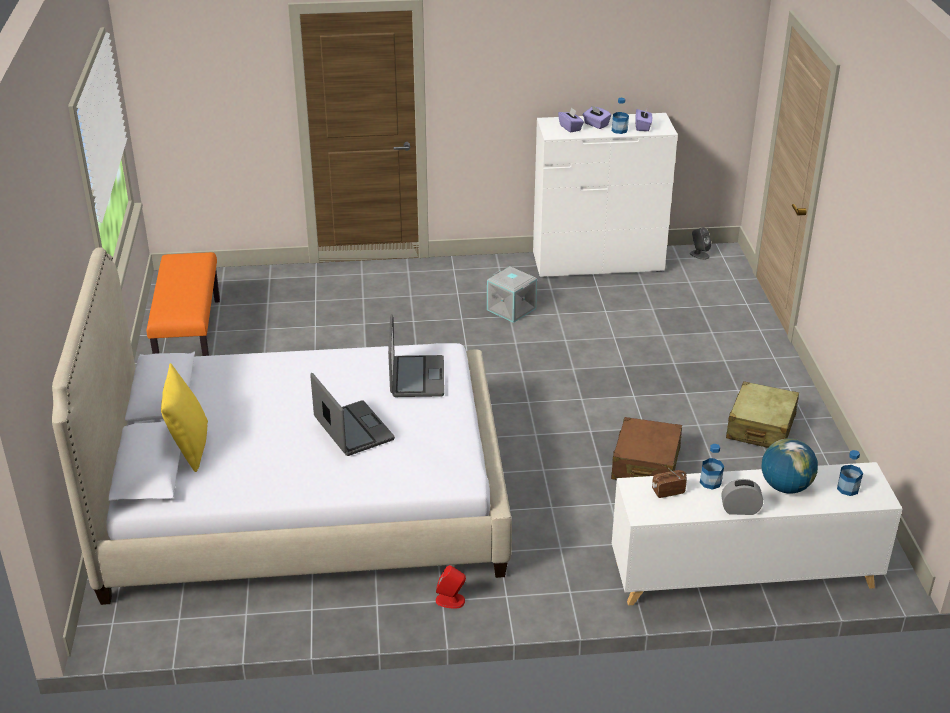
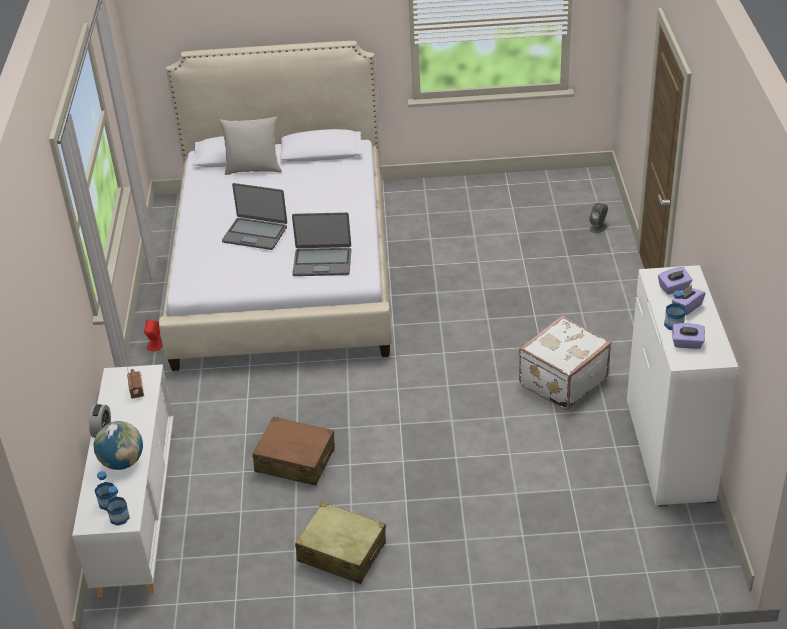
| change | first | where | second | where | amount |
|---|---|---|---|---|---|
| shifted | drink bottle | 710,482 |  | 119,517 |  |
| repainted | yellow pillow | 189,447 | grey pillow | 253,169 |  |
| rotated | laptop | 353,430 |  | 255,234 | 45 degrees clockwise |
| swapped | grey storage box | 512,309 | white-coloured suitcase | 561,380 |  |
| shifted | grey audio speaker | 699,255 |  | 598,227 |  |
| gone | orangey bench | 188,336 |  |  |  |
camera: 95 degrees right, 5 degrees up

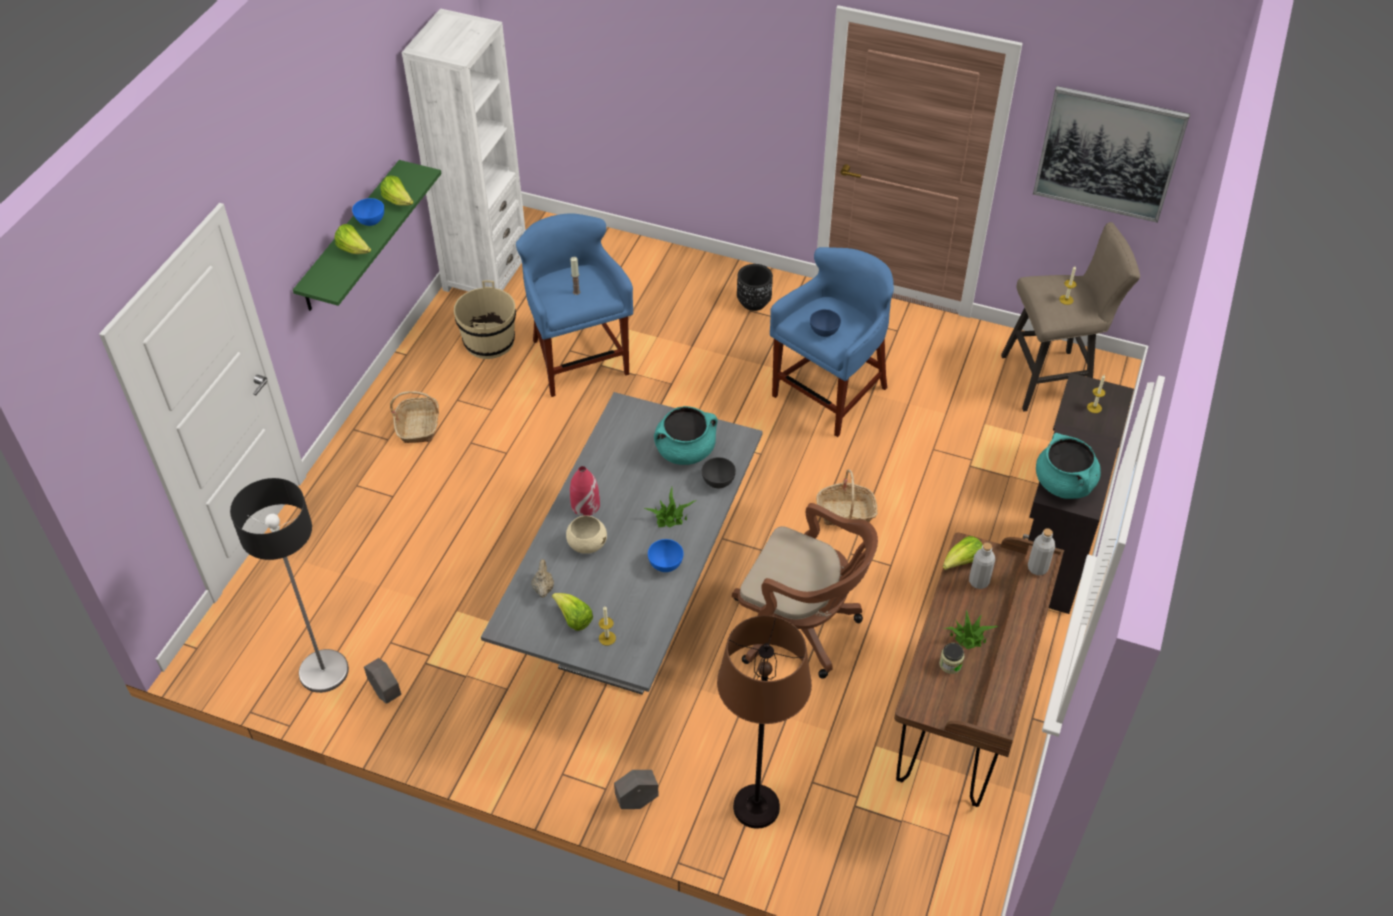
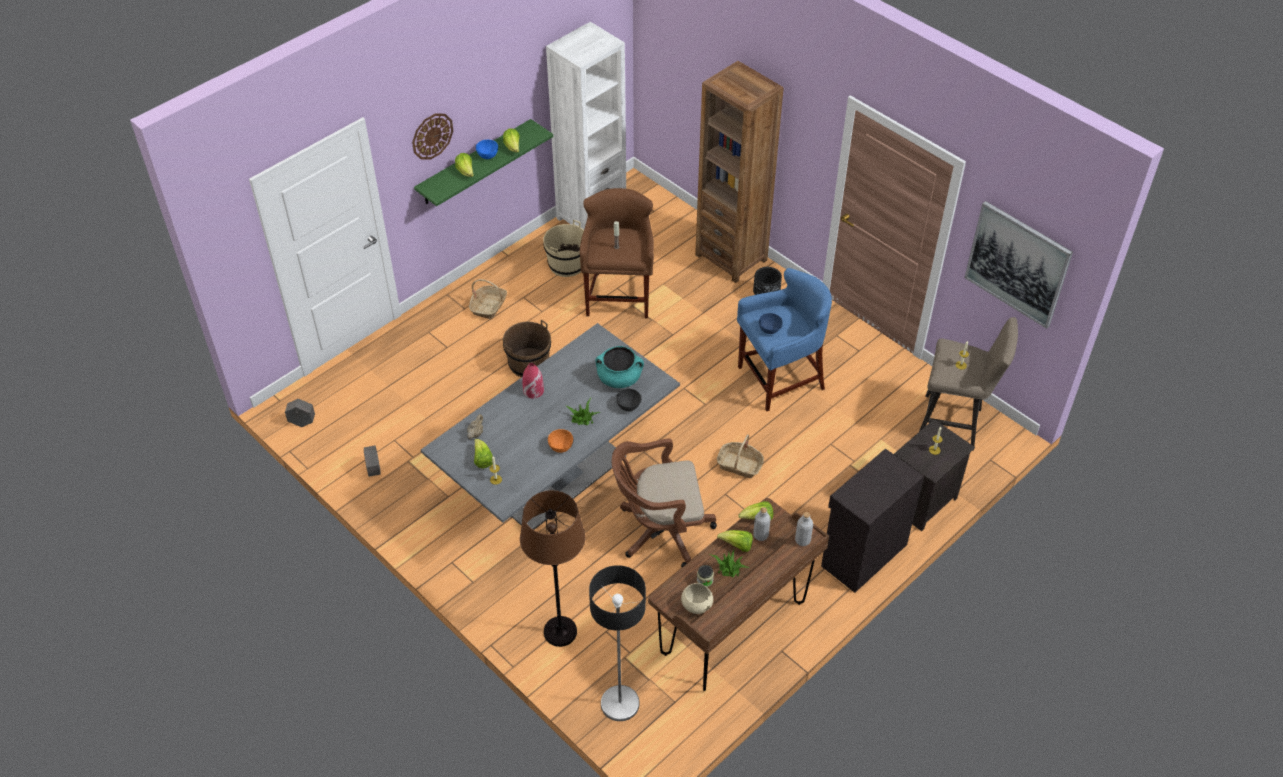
| change | first | where | second | where | amount |
|---|---|---|---|---|---|
| shifted | grey planter | 637,801 |  | 302,422 |  |
| new |  |  | wall clock | 432,136 |  |
| new |  |  | brown pail | 528,363 |  |
| repainted | bluish serving bowl | 666,565 | orangey serving bowl | 561,447 |  |
| repainted | bluish stool seat | 578,359 | brown stool seat | 619,296 |  |
| shifted | standing lamp | 323,672 |  | 619,703 |  |
| rotated | brown office chair | 801,629 |  | 659,531 | 120 degrees clockwise |
| shifted | sand-coloured serving bowl | 587,544 |  | 696,605 |  |
| new |  |  | brown bookshelf | 731,257 |  |
| new |  |  | head of lettuce | 737,546 |  |
| gone | turquoise-coloured cooking pot | 1064,484 |  |  |  |
camera: 25 degrees right, 0 degrees up

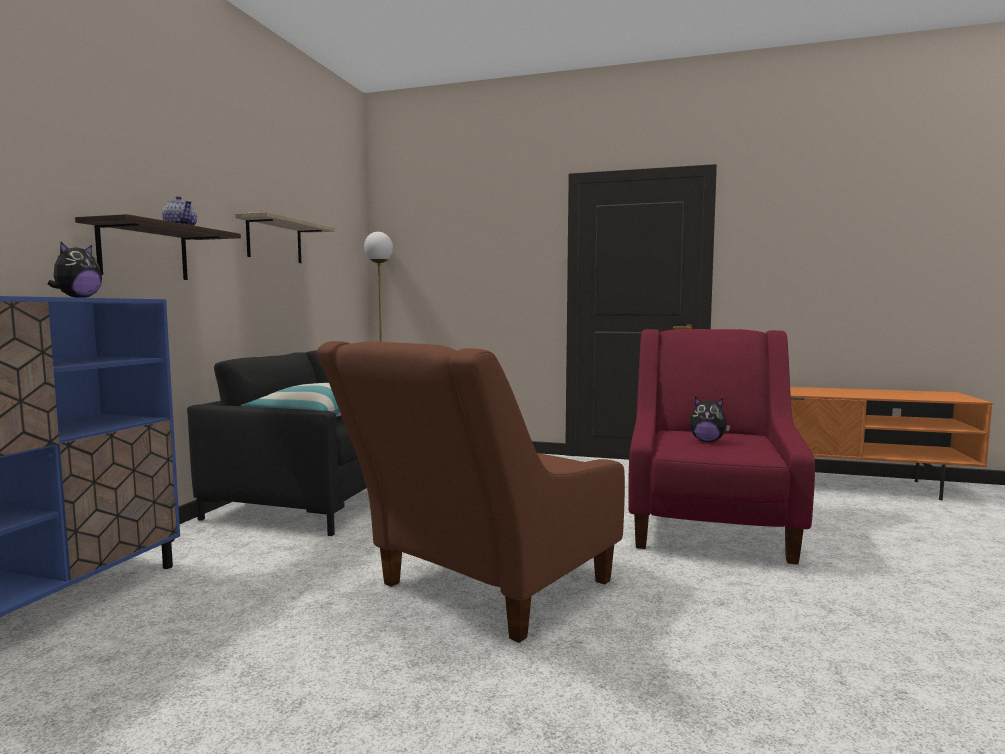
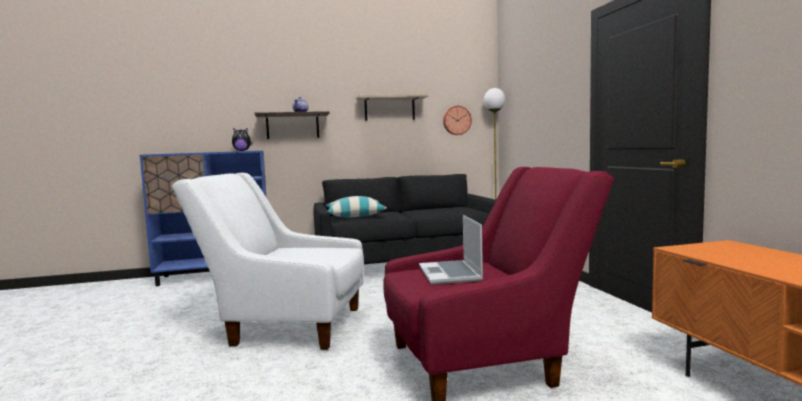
| change | first | where | second | where | amount |
|---|---|---|---|---|---|
| repainted | brown lounge chair | 482,590 | white-coloured lounge chair | 286,325 |  |
| swapped | soft toy | 707,441 | laptop | 450,274 |  |
| new |  |  | wall clock | 456,120 |  |
camera: 60 degrees right, 0 degrees up

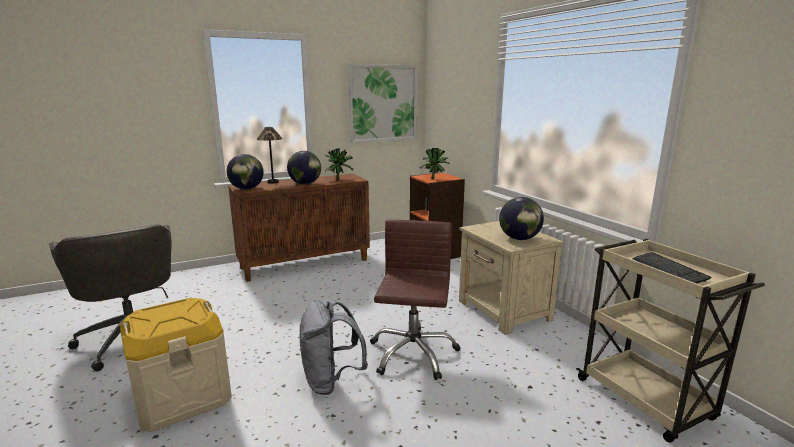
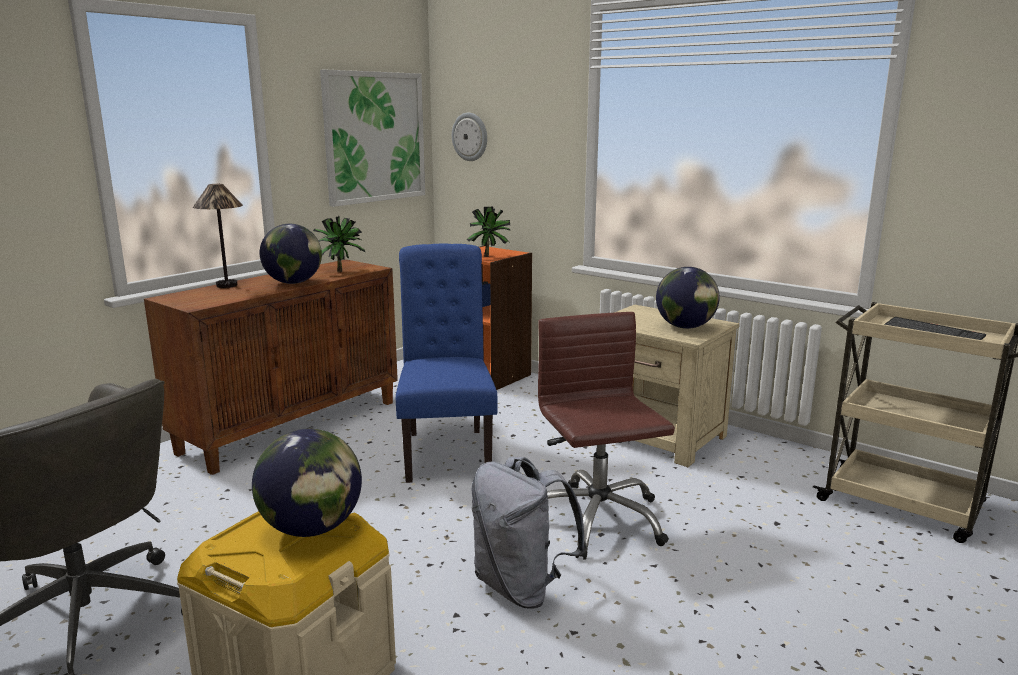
| change | first | where | second | where | amount |
|---|---|---|---|---|---|
| shifted | world globe | 246,189 |  | 312,529 |  |
| new |  |  | bluish upright chair | 446,450 |  |
| new |  |  | wall clock | 470,137 |  |
camera: 25 degrees left, 0 degrees up

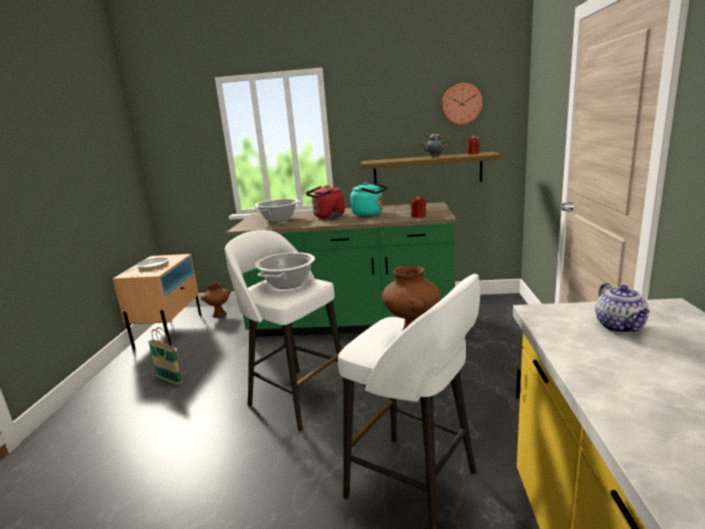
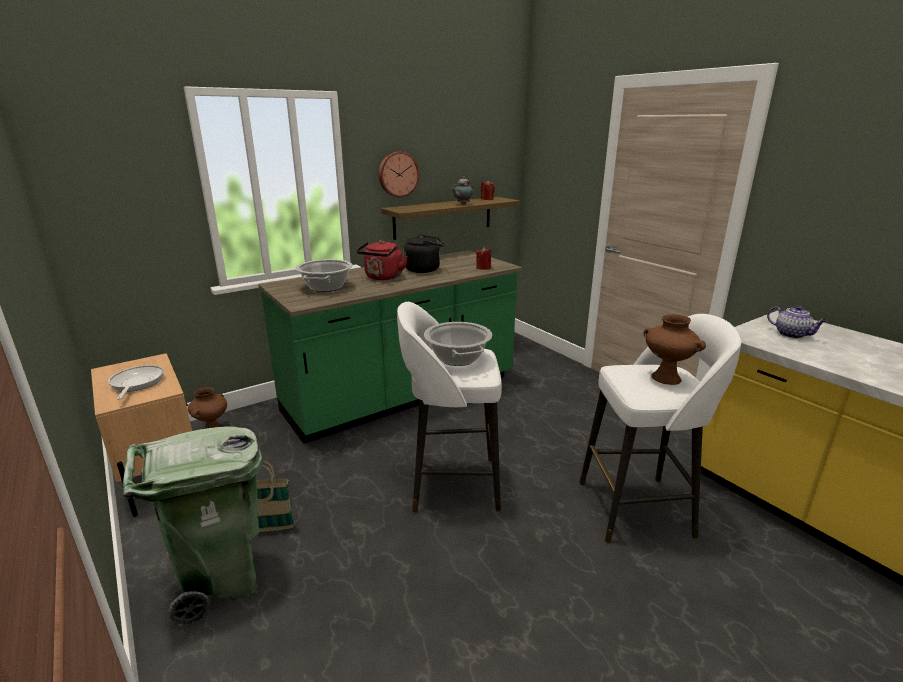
| change | first | where | second | where | amount |
|---|---|---|---|---|---|
| new |  |  | green trash can | 221,579 |  |
| shifted | wall clock | 461,104 |  | 398,174 |  |
| repainted | turquoise-coloured water kettle | 370,214 | blackish water kettle | 424,269 |  |
camera: 40 degrees left, 5 degrees up

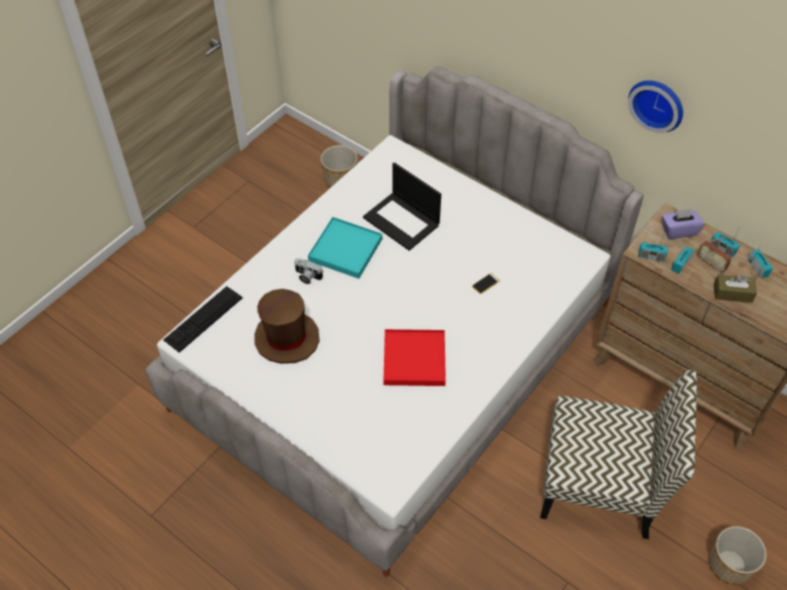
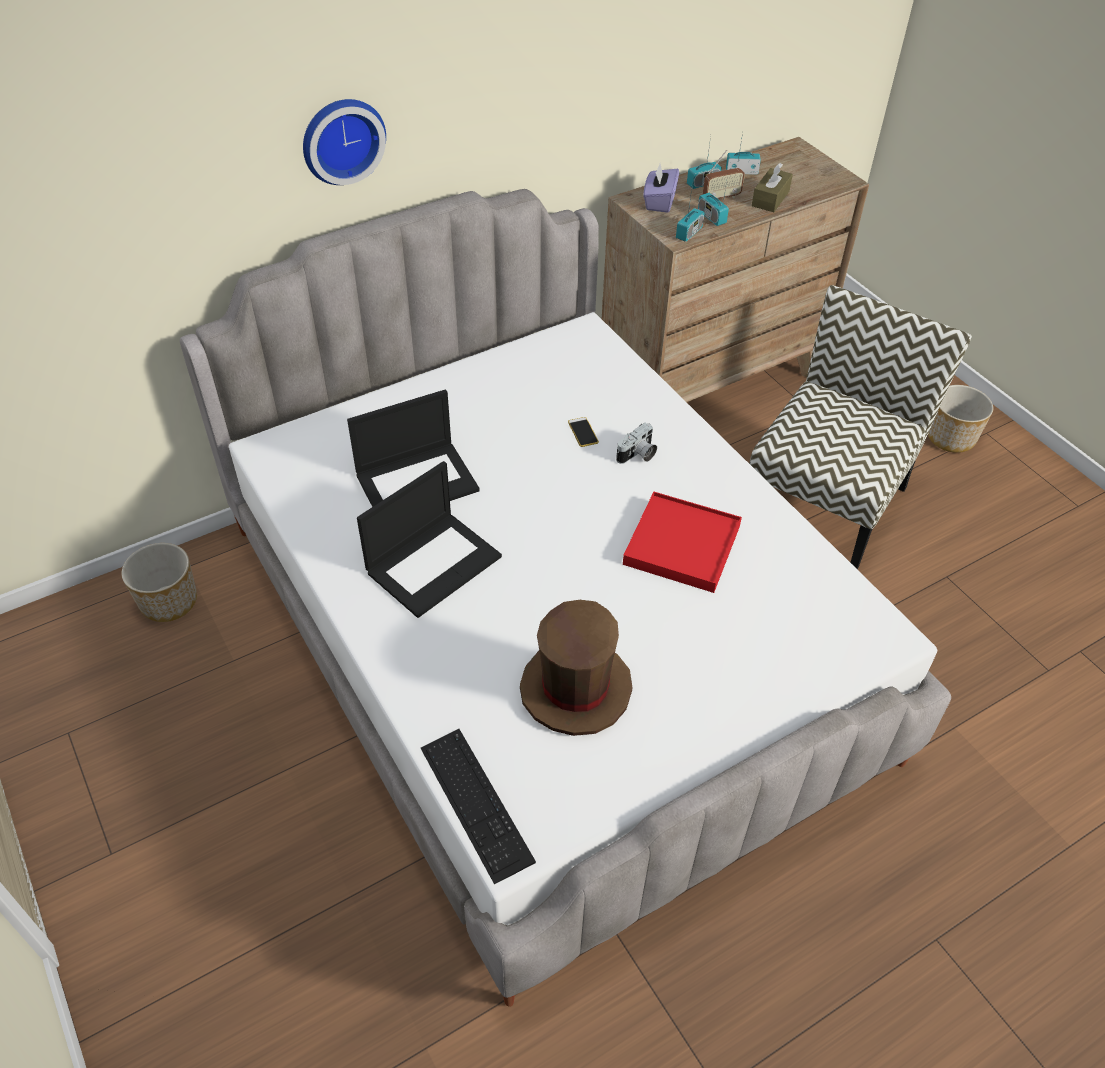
| change | first | where | second | where | amount |
|---|---|---|---|---|---|
| shifted | wall clock | 658,103 |  | 341,139 |  |
| swapped | turquoise-coloured carrying tray | 345,249 | laptop | 434,563 |  |
| shifted | photo camera | 307,276 |  | 637,455 |  |
camera: 70 degrees left, 5 degrees down

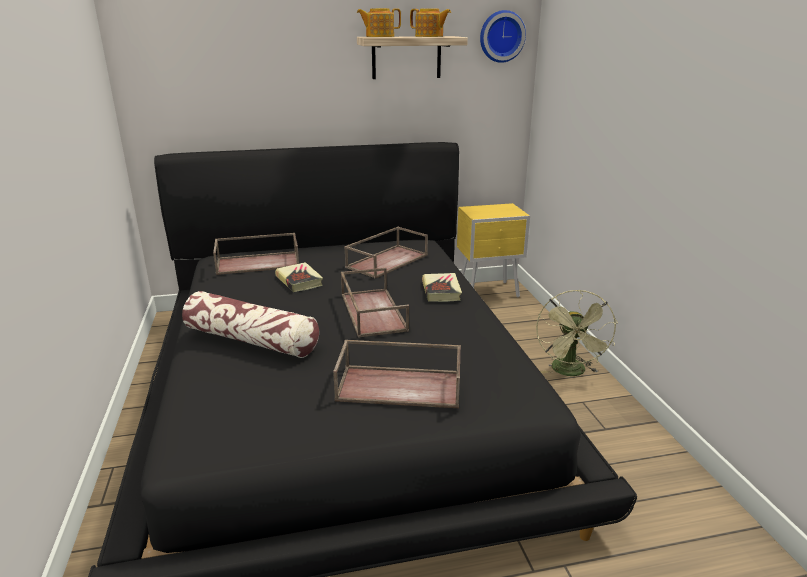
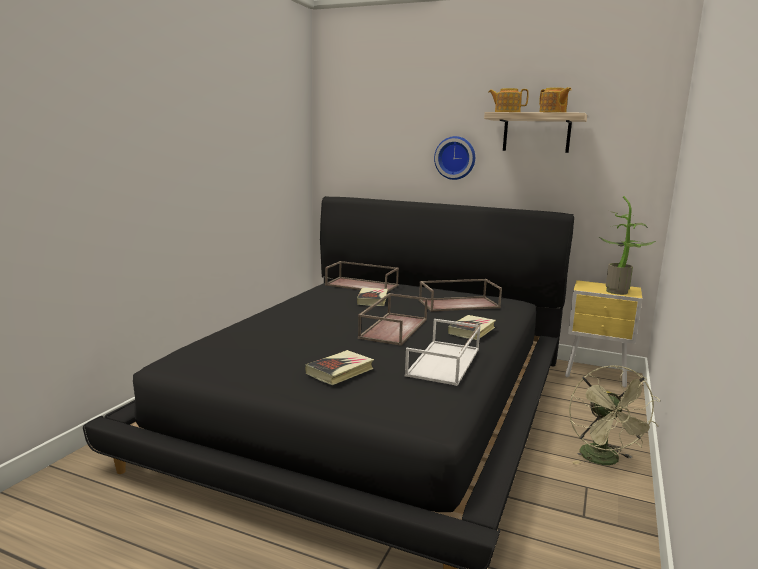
| change | first | where | second | where | amount |
|---|---|---|---|---|---|
| swapped | brown carrying tray | 400,386 | volume | 340,371 |  |
| new |  |  | white-coloured carrying tray | 445,362 |  |
| shifted | wall clock | 501,36 |  | 455,158 |  |
| rotated | green cooling fan | 570,372 |  | 604,461 | 45 degrees counterclockwise |
| new |  |  | plant in a pot | 619,291 |  |
| gone | pillow | 251,340 |  |  |  |
camera: 35 degrees right, 10 degrees down

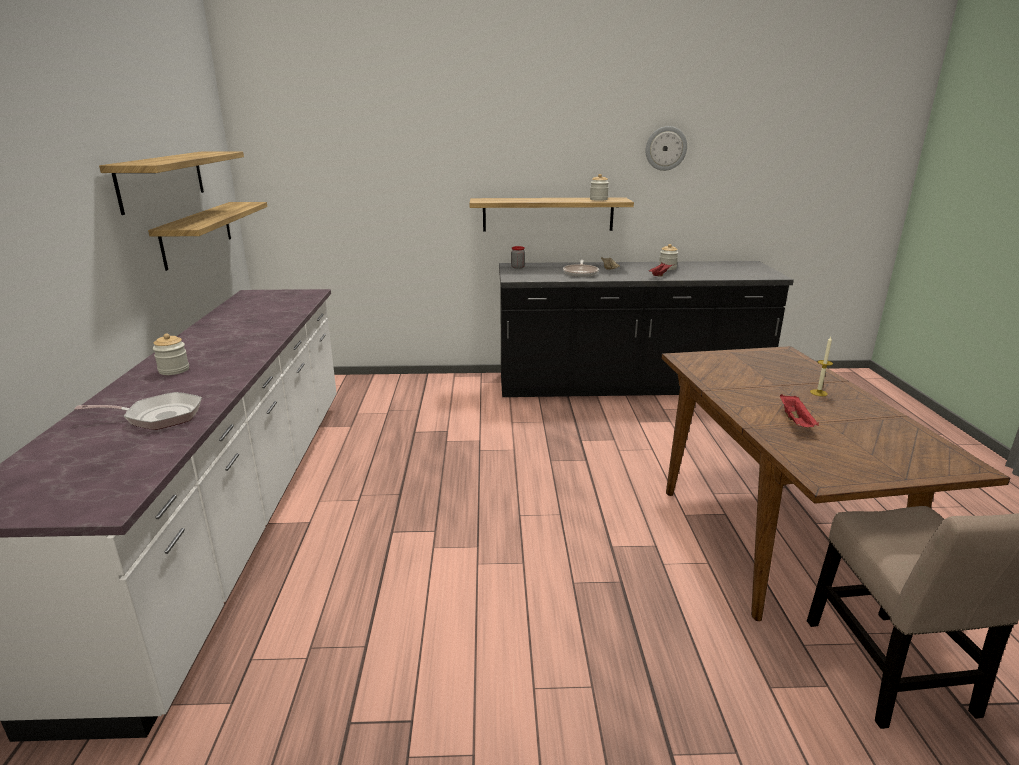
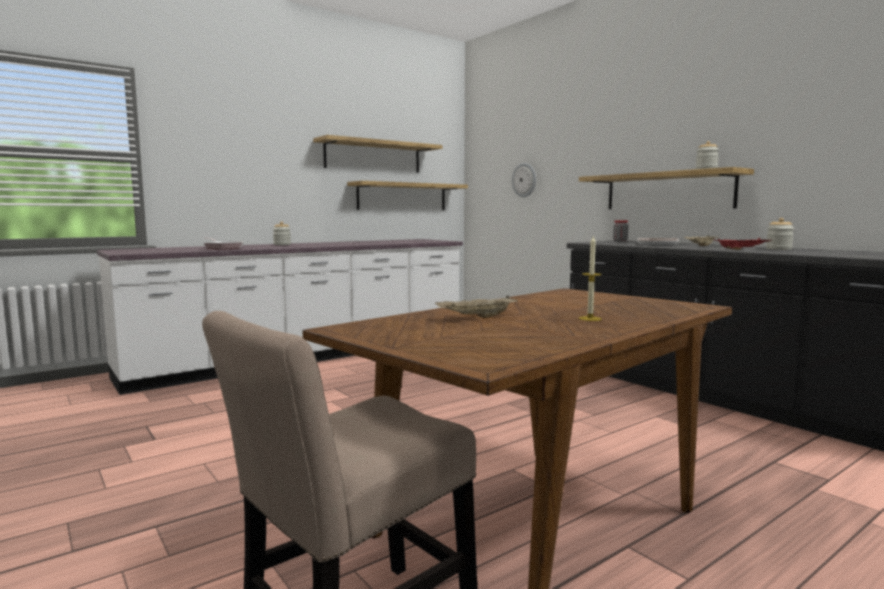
| change | first | where | second | where | amount |
|---|---|---|---|---|---|
| repainted | red-coloured carrying tray | 796,422 | sand-coloured carrying tray | 477,318 |  |
| shifted | wall clock | 665,148 |  | 524,180 |  |
camera: 55 degrees right, 15 degrees down

